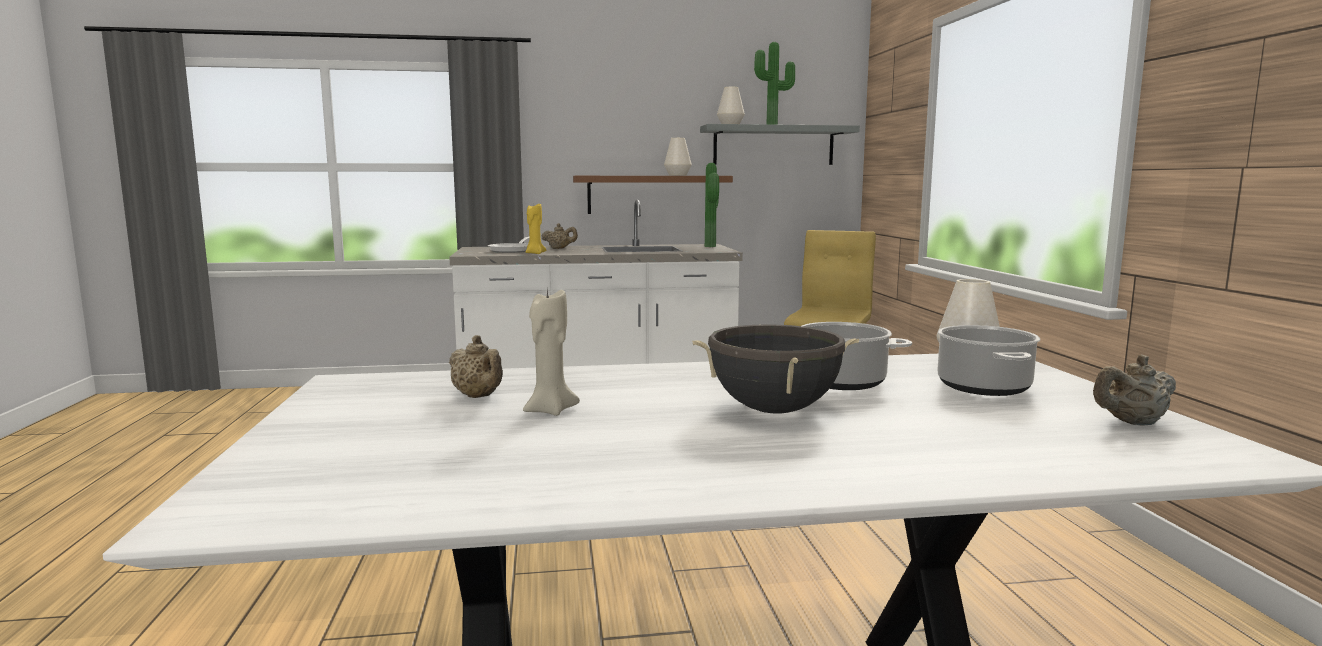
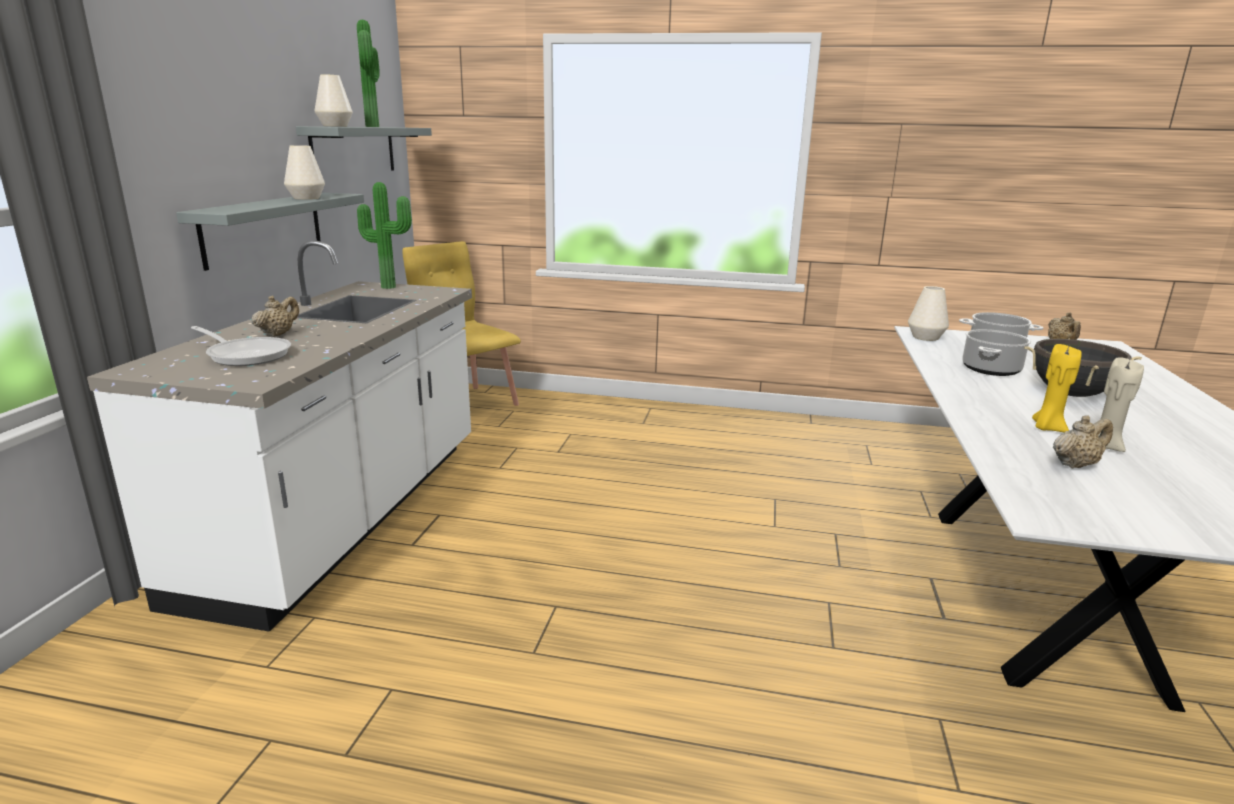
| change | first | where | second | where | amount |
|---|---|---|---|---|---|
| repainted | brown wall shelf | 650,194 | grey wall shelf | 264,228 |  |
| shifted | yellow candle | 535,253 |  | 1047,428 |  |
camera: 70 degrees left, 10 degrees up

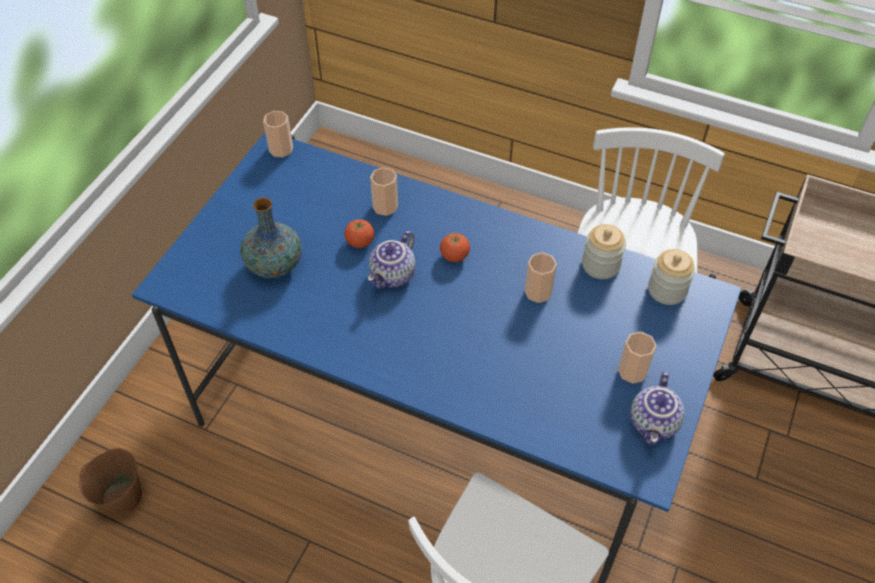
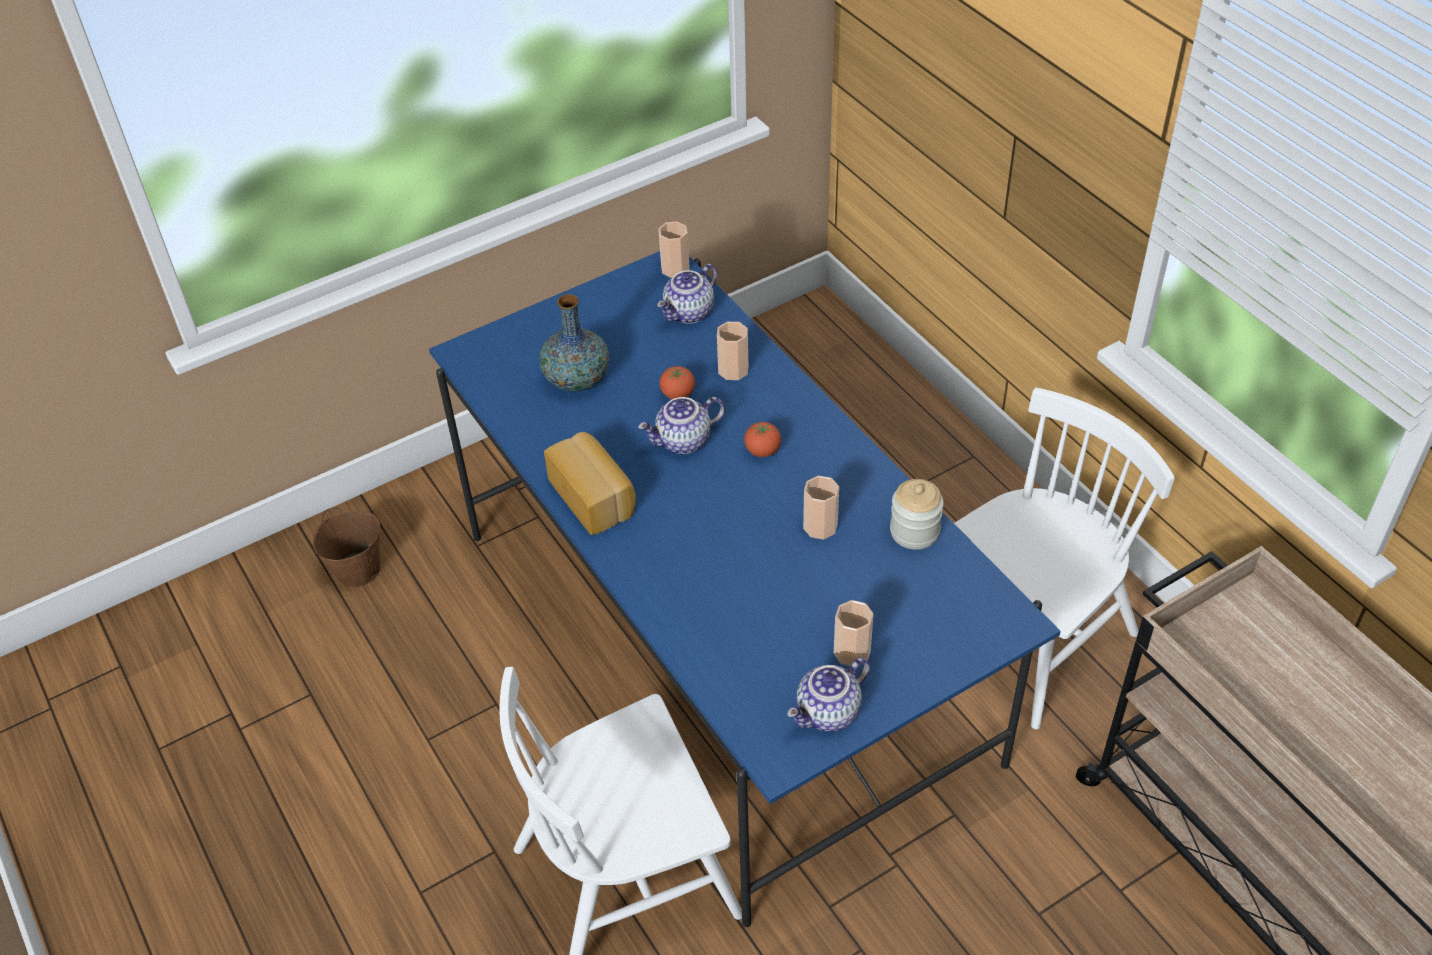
| change | first | where | second | where | amount |
|---|---|---|---|---|---|
| new |  |  | bread | 594,497 |  |
| new |  |  | tea pot | 689,313 |  |
| gone | preserve jar | 667,290 |  |  |  |
camera: 35 degrees right, 5 degrees down

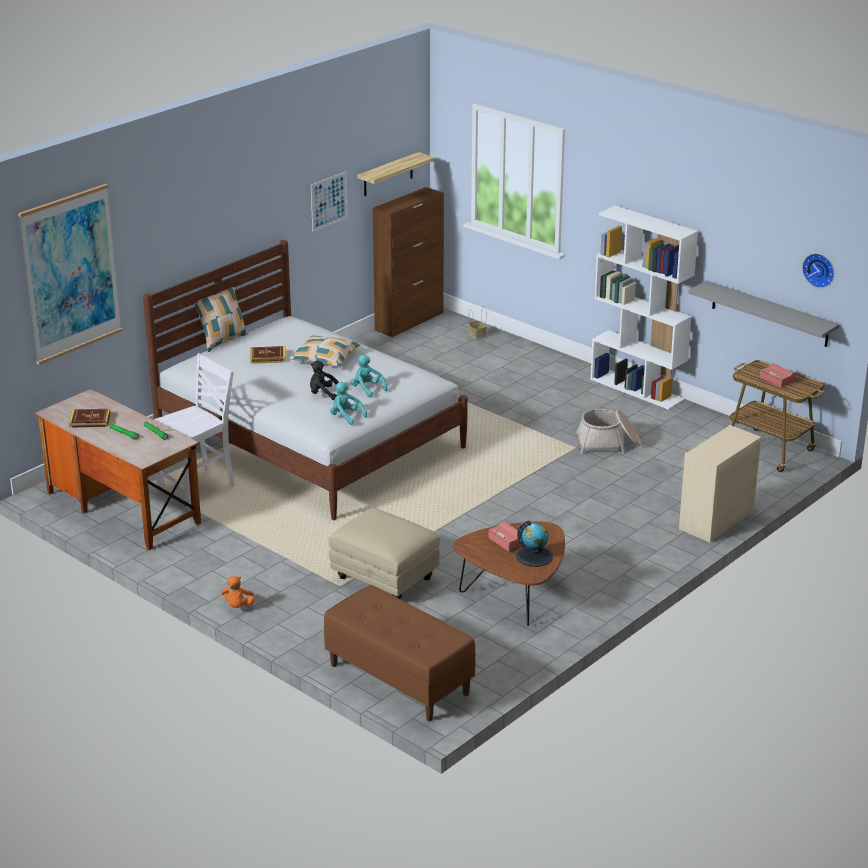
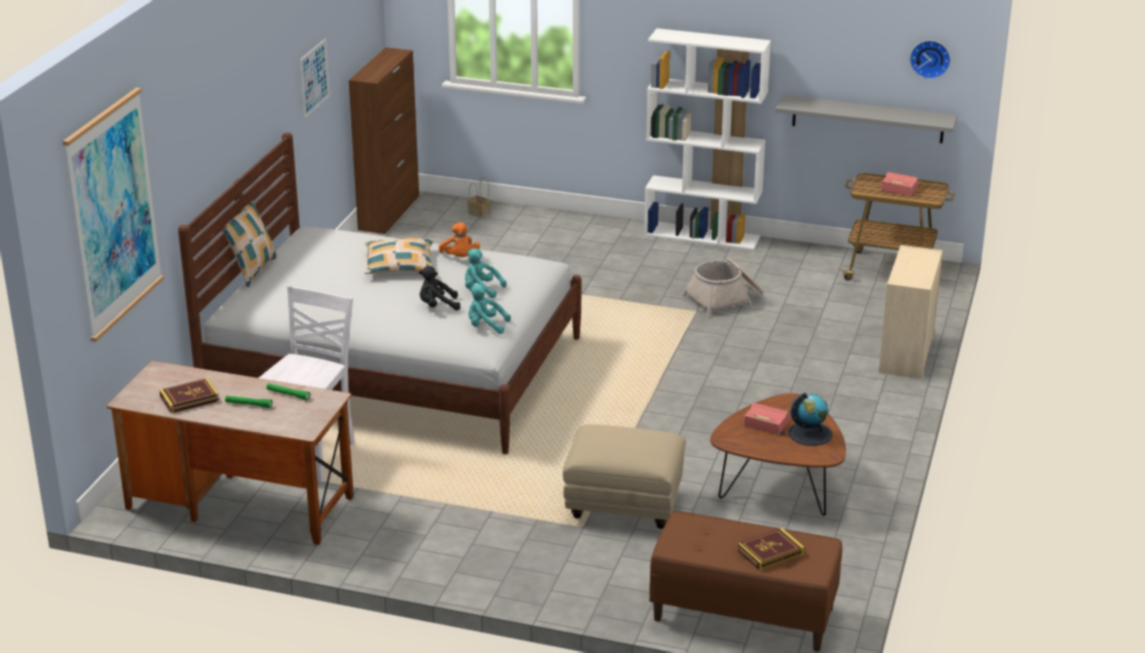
| change | first | where | second | where | amount |
|---|---|---|---|---|---|
| shifted | orangey soft toy | 238,606 |  | 460,258 |  |
| shifted | volume | 268,357 |  | 770,552 |  |
| gone | wall shelf | 388,175 |  |  |  |
camera: 25 degrees left, 0 degrees up

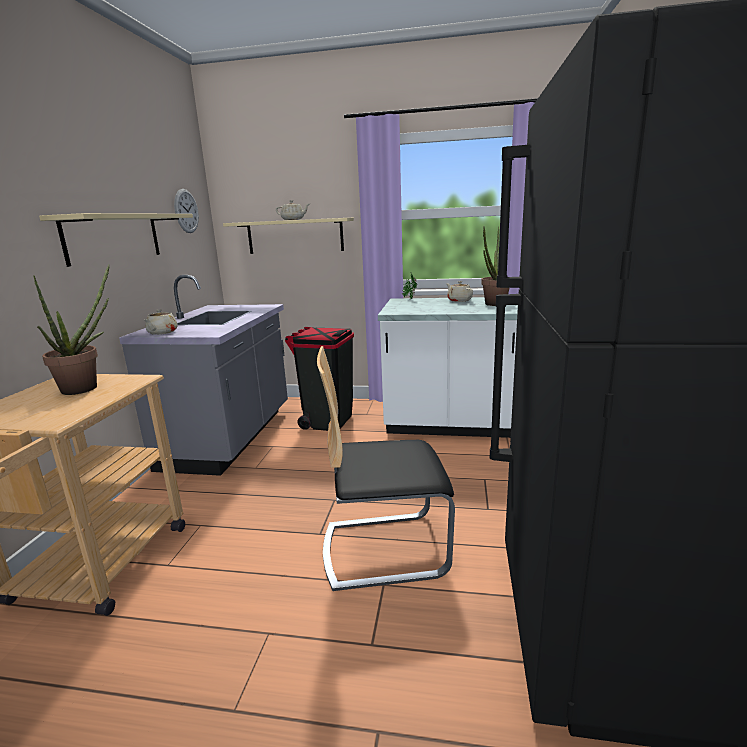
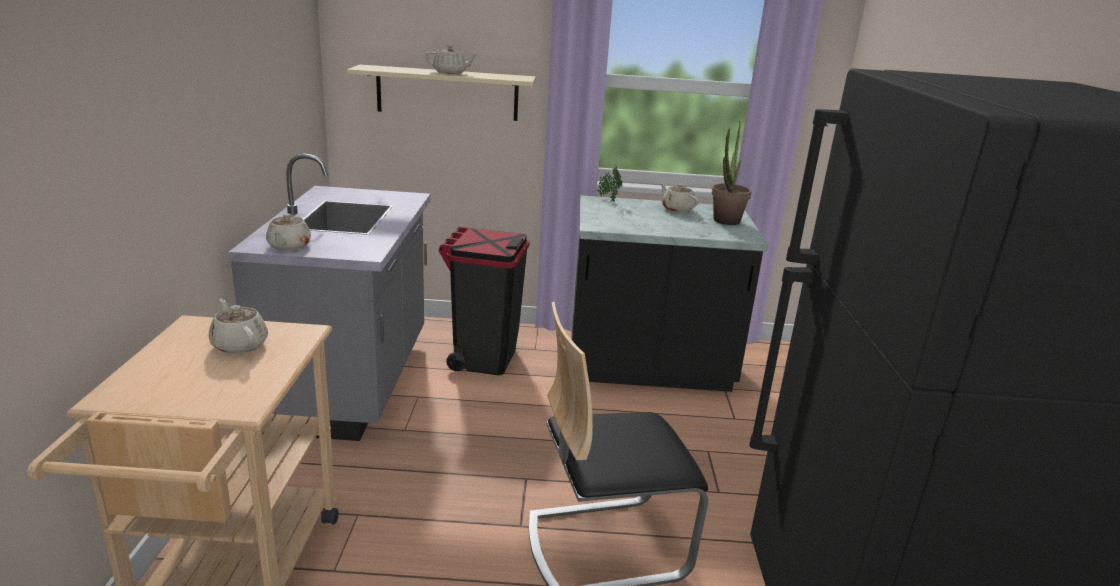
| change | first | where | second | where | amount |
|---|---|---|---|---|---|
| swapped | plant in a pot | 87,387 | sand-coloured tea pot | 239,344 |  |
| repainted | white-coloured kitchen counter | 448,424 | blackish kitchen counter | 648,369 |  |
| gone | sand-coloured wall shelf | 114,237 |  |  |  |
| gone | wall clock | 186,211 |  |  |  |
camera: 10 degrees left, 5 degrees up

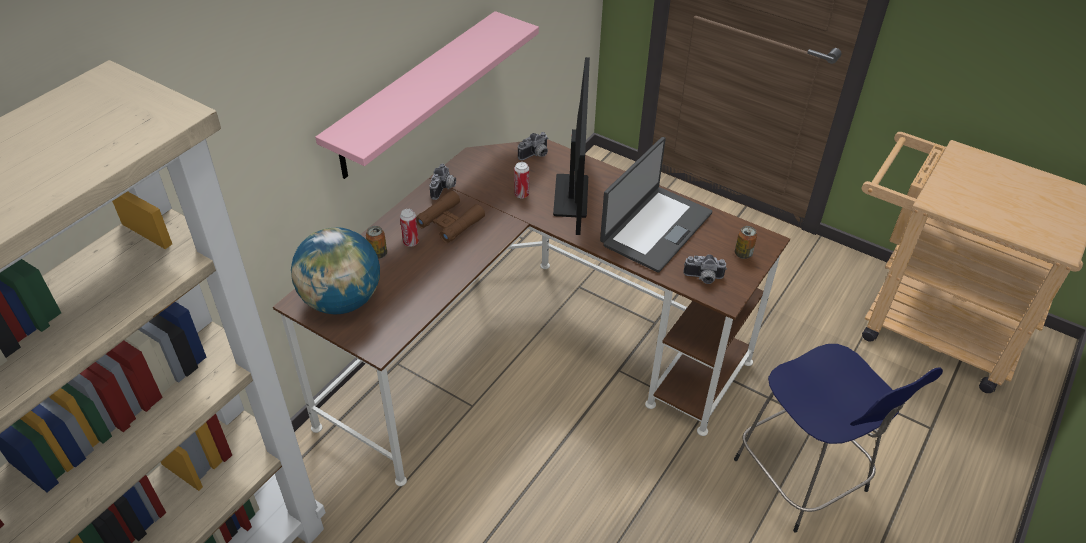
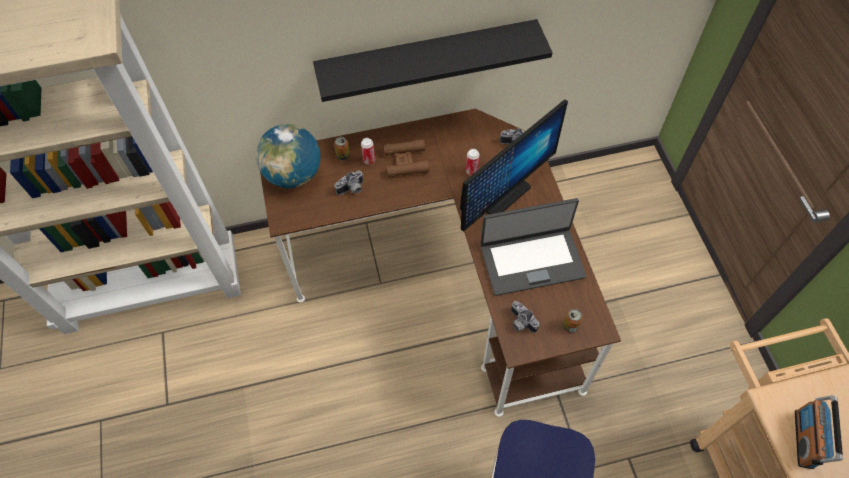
| change | first | where | second | where | amount |
|---|---|---|---|---|---|
| repainted | pink wall shelf | 415,95 | blackish wall shelf | 427,58 |  |
| shifted | photo camera | 444,189 |  | 352,189 |  |
| new |  |  | radio receiver | 805,439 |  |
camera: 45 degrees right, 15 degrees up

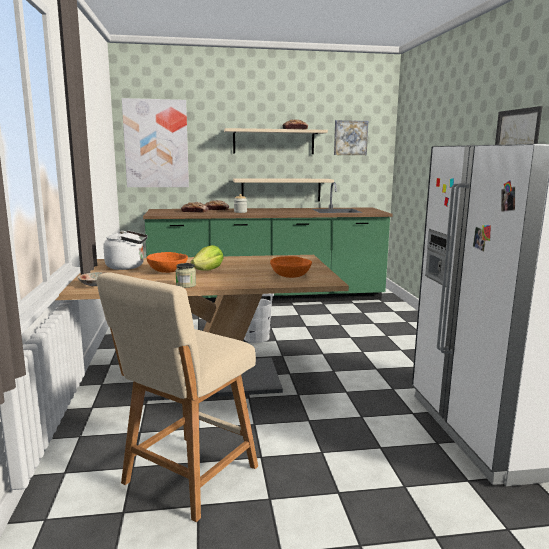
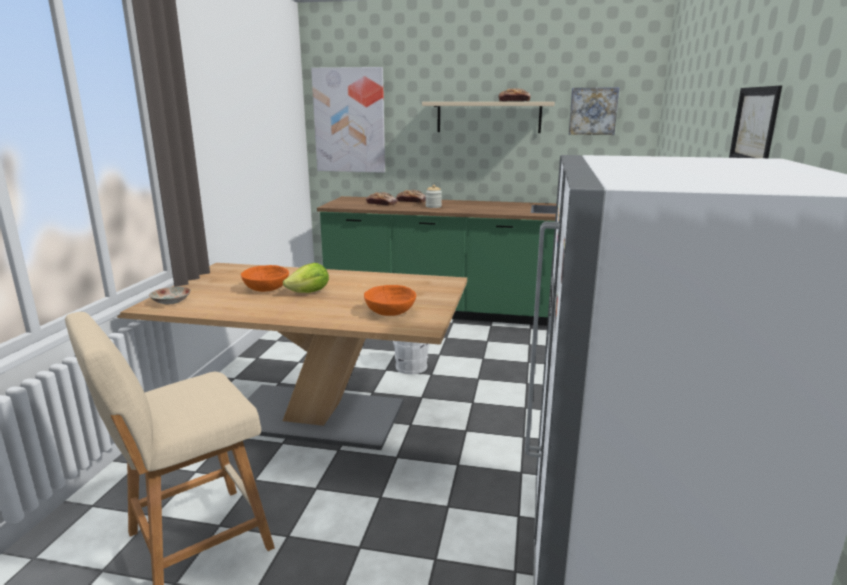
| change | first | where | second | where | amount |
|---|---|---|---|---|---|
| gone | white-coloured water kettle | 128,267 |  |  |  |
| gone | preserve jar | 186,285 |  |  |  |
| gone | sand-coloured wall shelf | 281,190 |  |  |  |
camera: 20 degrees right, 5 degrees up

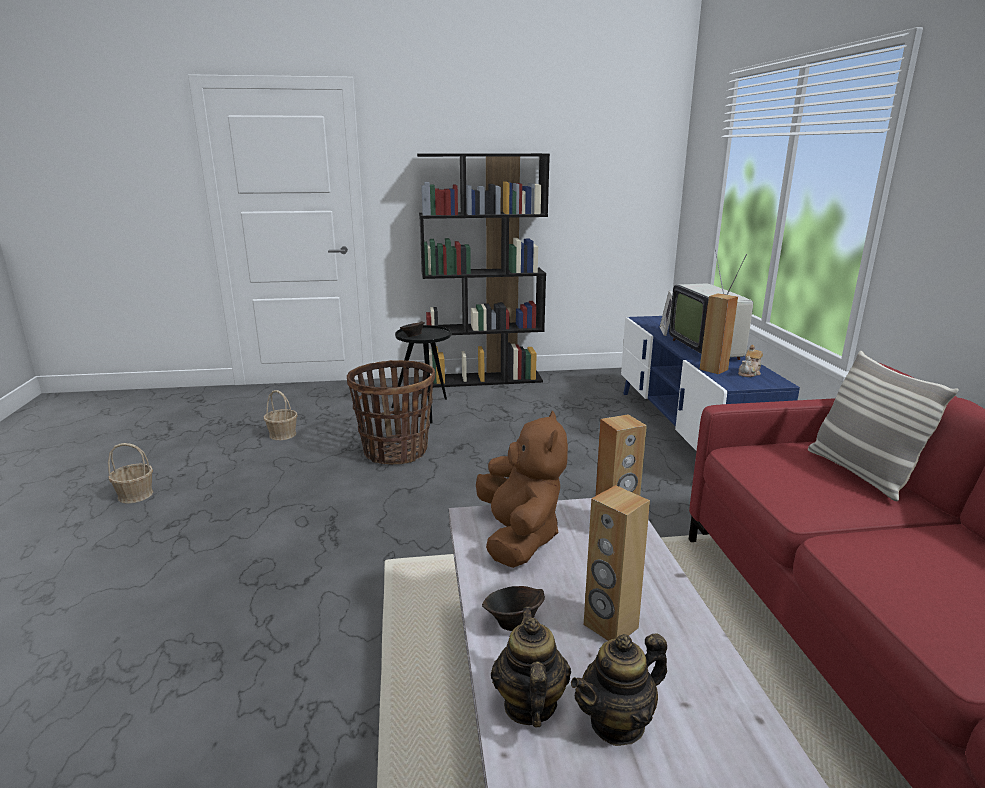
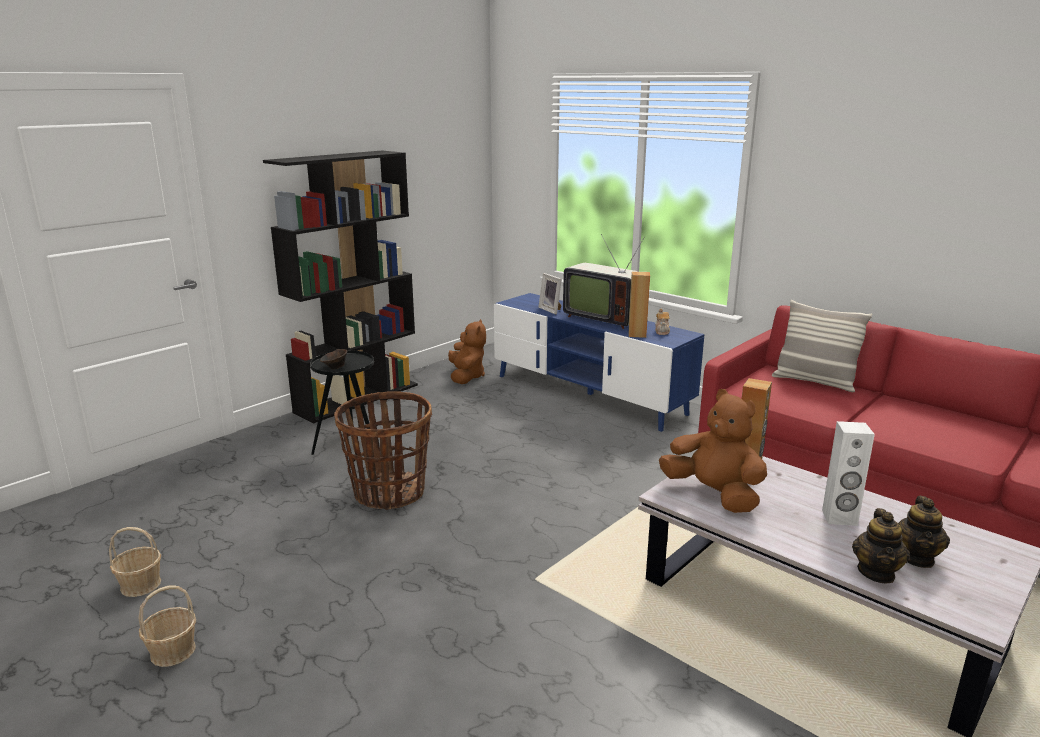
| change | first | where | second | where | amount |
|---|---|---|---|---|---|
| shifted | basket | 283,434 |  | 140,585 |  |
| new |  |  | brown soft toy | 466,376 |  |
| repainted | brown audio speaker | 610,626 | white-coloured audio speaker | 839,518 |  |
| rotated | tea pot | 529,705 |  | 876,572 | 120 degrees counterclockwise |
| gone | brown serving bowl | 513,623 |  |  |  |
camera: 40 degrees left, 0 degrees up

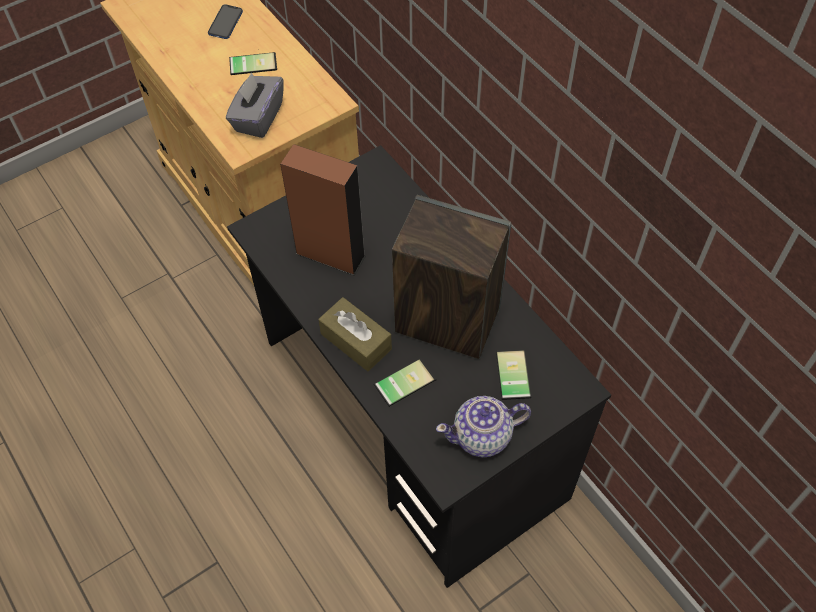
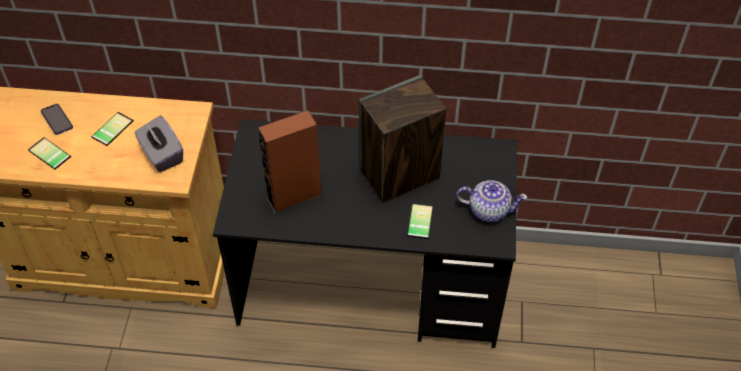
| change | first | where | second | where | amount |
|---|---|---|---|---|---|
| shifted | telephone | 510,374 |  | 47,155 |  |
| rotated | tea pot | 483,436 |  | 488,210 | 105 degrees counterclockwise |
| gone | brown tissue holder | 356,341 |  |  |  |
camera: 50 degrees left, 5 degrees down

